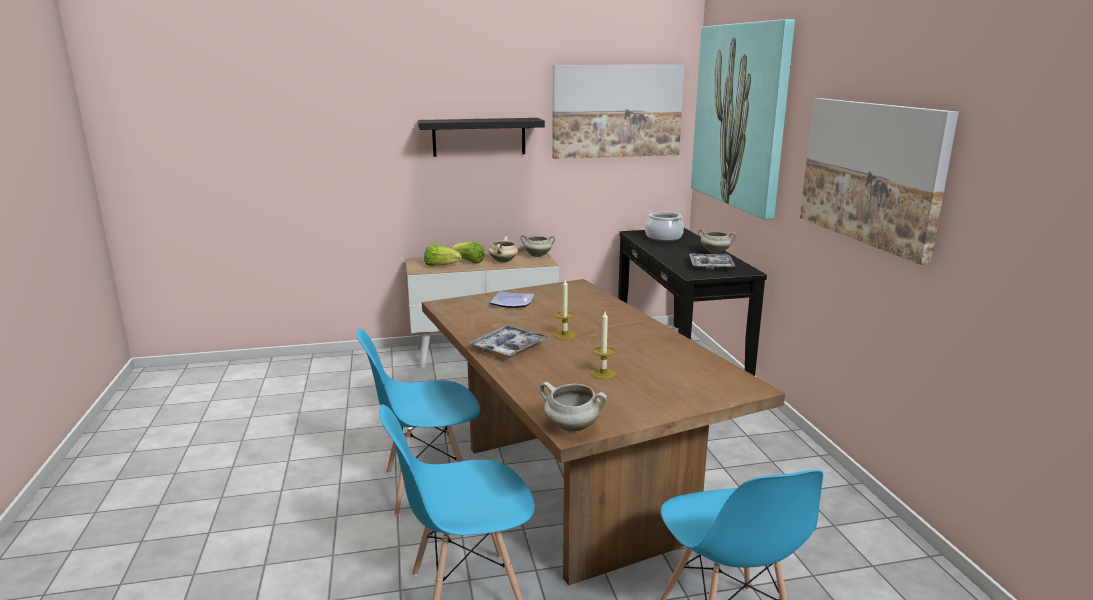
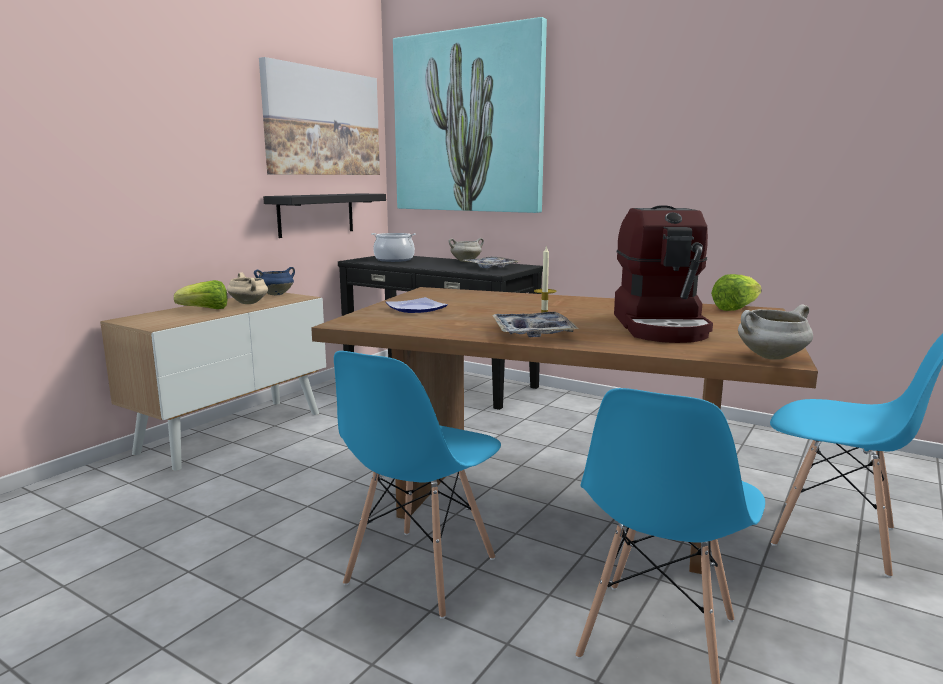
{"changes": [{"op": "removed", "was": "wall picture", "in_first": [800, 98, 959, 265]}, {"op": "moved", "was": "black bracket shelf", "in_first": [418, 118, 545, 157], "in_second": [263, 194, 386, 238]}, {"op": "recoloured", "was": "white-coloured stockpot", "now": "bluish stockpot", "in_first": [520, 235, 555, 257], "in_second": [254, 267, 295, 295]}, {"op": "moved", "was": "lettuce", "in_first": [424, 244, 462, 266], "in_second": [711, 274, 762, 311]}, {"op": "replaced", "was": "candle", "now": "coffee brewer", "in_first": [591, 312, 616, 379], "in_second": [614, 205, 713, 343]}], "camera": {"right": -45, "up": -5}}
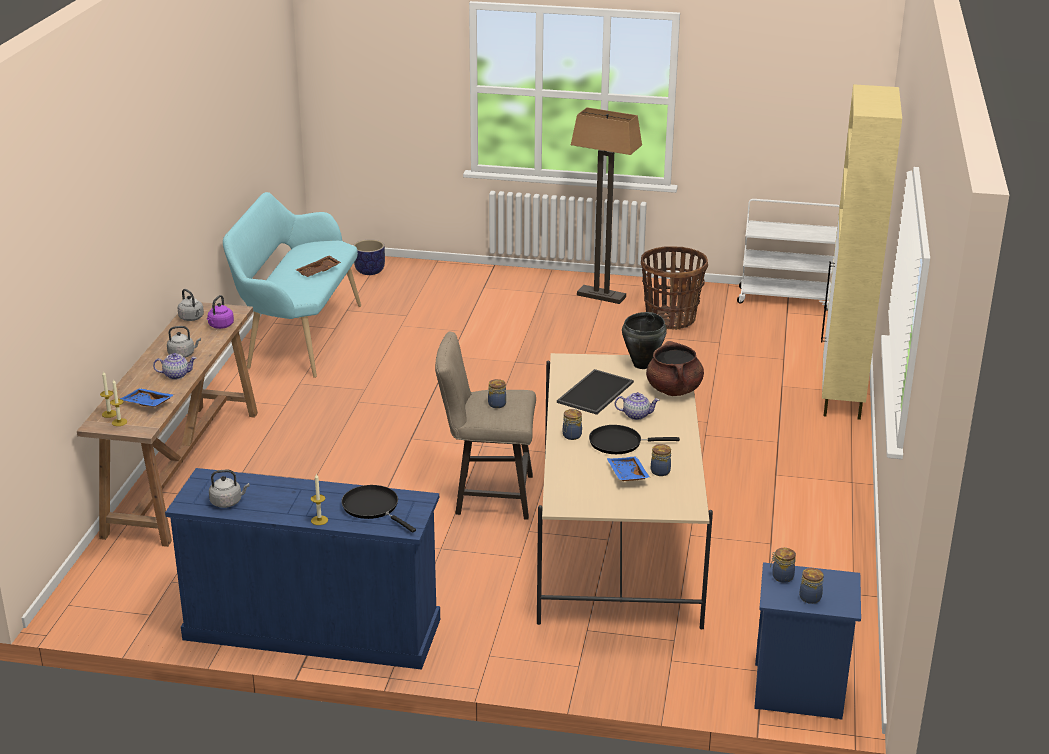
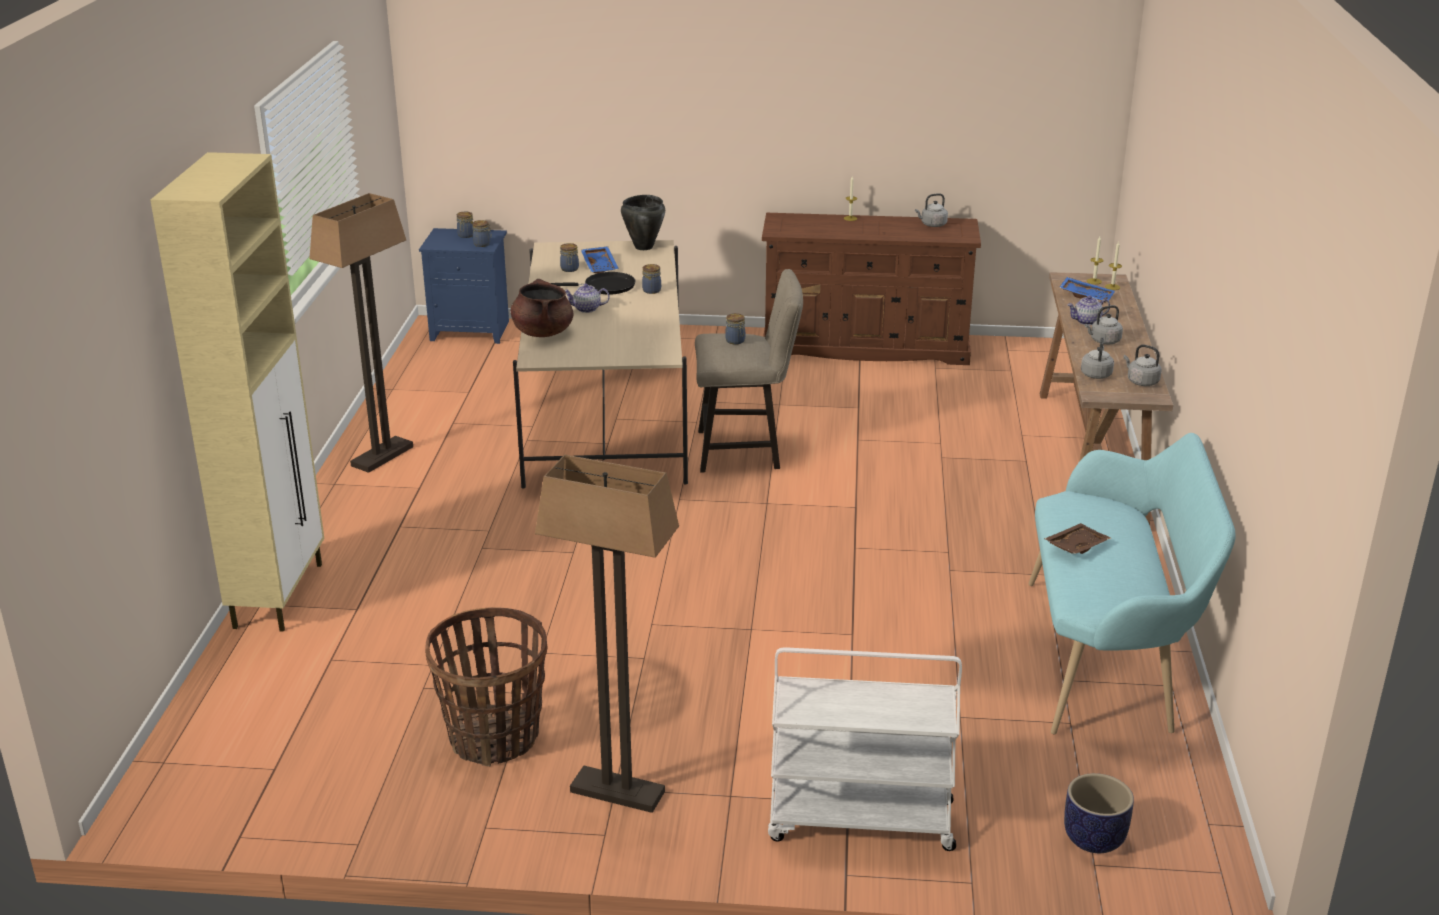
{"changes": [{"op": "moved", "was": "white-coloured wheeled cart", "in_first": [737, 199, 840, 311], "in_second": [768, 647, 962, 851]}, {"op": "recoloured", "was": "purple-coloured kettle", "now": "gray kettle", "in_first": [207, 295, 234, 329], "in_second": [1081, 337, 1114, 379]}, {"op": "moved", "was": "black stockpot", "in_first": [622, 312, 667, 369], "in_second": [621, 195, 665, 250]}, {"op": "removed", "was": "carrying tray", "in_first": [557, 369, 634, 415]}, {"op": "recoloured", "was": "bluish drawer chest", "now": "brown-coloured drawer chest", "in_first": [165, 468, 440, 670], "in_second": [762, 213, 981, 365]}, {"op": "removed", "was": "black frying pan", "in_first": [342, 485, 416, 533]}, {"op": "added", "now": "standing lamp", "in_second": [309, 193, 413, 473]}], "camera": {"right": 175, "up": 0}}
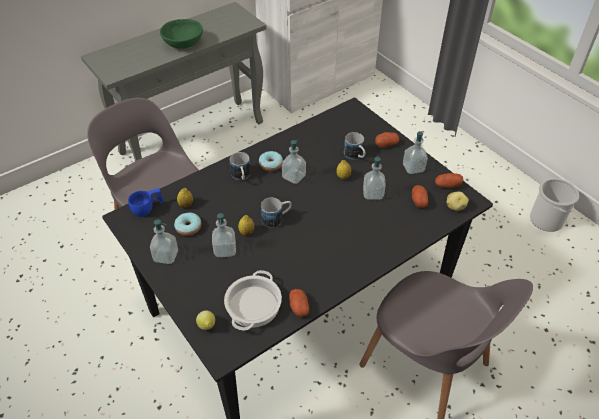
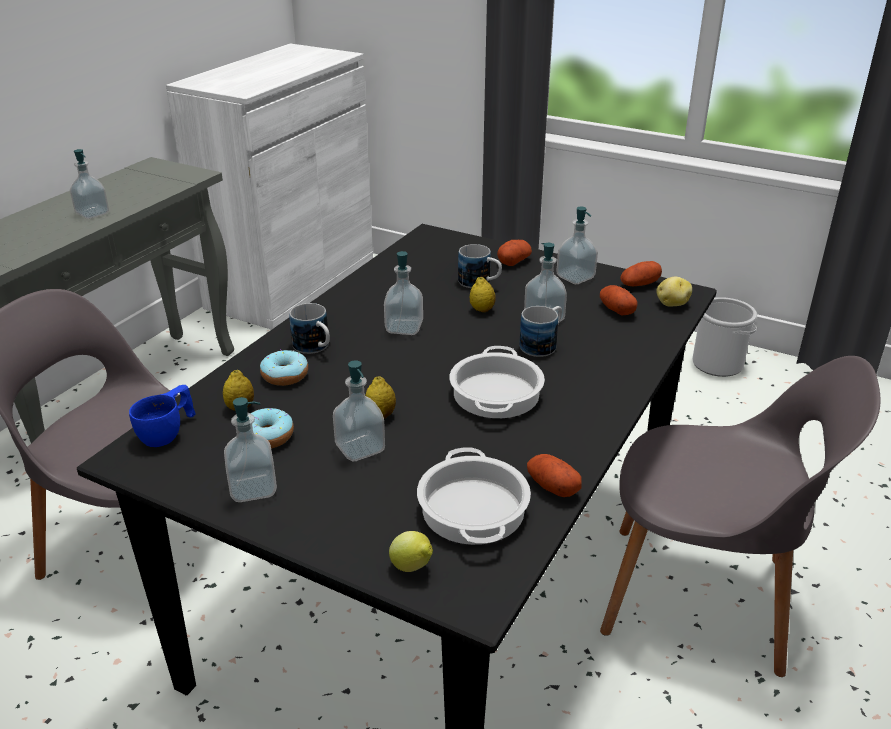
{"changes": [{"op": "replaced", "was": "greenish deep dish", "now": "soap bottle", "in_first": [160, 19, 203, 49], "in_second": [70, 149, 109, 219]}, {"op": "moved", "was": "donut", "in_first": [259, 151, 283, 171], "in_second": [260, 350, 308, 386]}, {"op": "moved", "was": "coffee mug", "in_first": [261, 197, 292, 228], "in_second": [519, 306, 562, 357]}, {"op": "added", "now": "stockpot", "in_second": [450, 346, 545, 418]}], "camera": {"right": -25, "up": -15}}
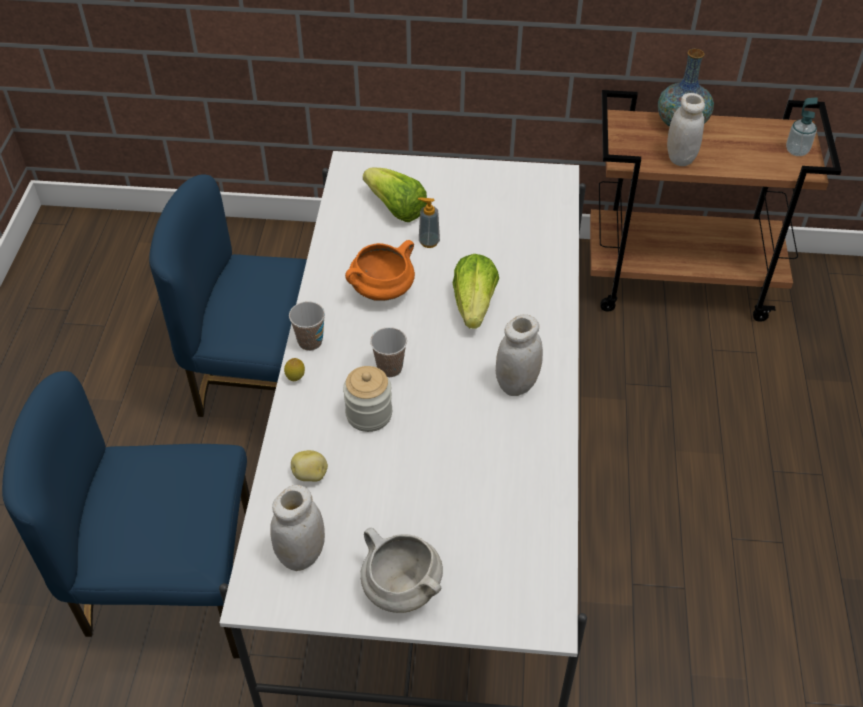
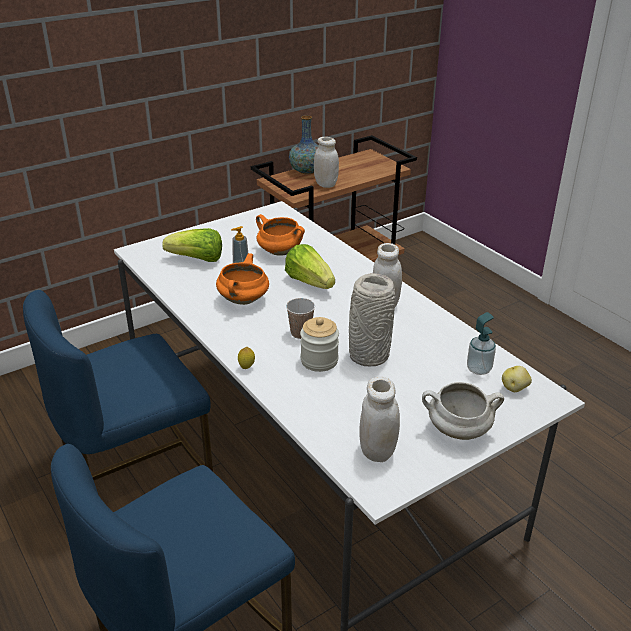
{"changes": [{"op": "moved", "was": "soap bottle", "in_first": [786, 97, 818, 156], "in_second": [467, 312, 496, 375]}, {"op": "removed", "was": "small cup", "in_first": [289, 301, 325, 351]}, {"op": "moved", "was": "whole potato", "in_first": [291, 450, 328, 482], "in_second": [502, 366, 532, 392]}, {"op": "added", "now": "orange stockpot", "in_second": [256, 214, 305, 255]}, {"op": "added", "now": "gray flower vase", "in_second": [349, 273, 395, 366]}], "camera": {"right": -40, "up": -15}}
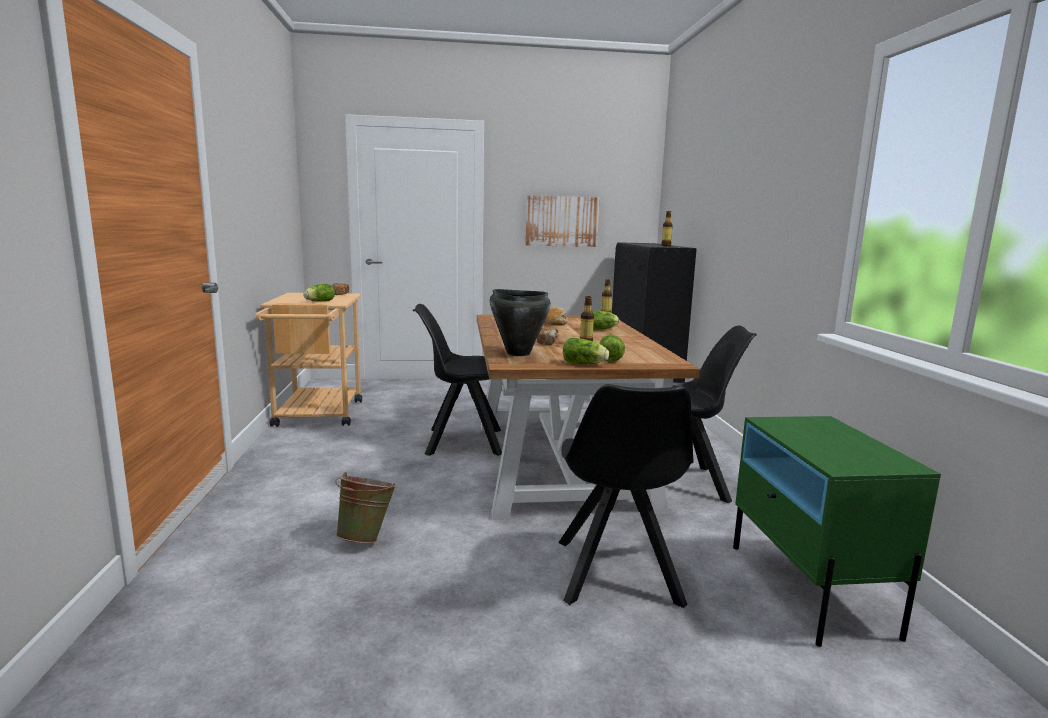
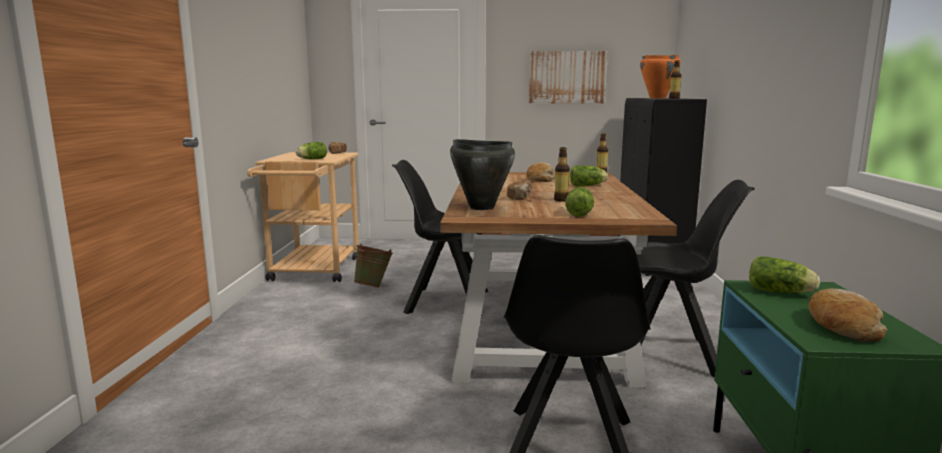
{"changes": [{"op": "moved", "was": "lettuce", "in_first": [563, 338, 609, 364], "in_second": [749, 256, 820, 293]}, {"op": "moved", "was": "greenish bucket", "in_first": [335, 472, 397, 543], "in_second": [354, 244, 393, 288]}, {"op": "added", "now": "orange stockpot", "in_second": [640, 55, 681, 98]}, {"op": "added", "now": "bread", "in_second": [808, 288, 887, 342]}], "camera": {"right": 10, "up": 0}}
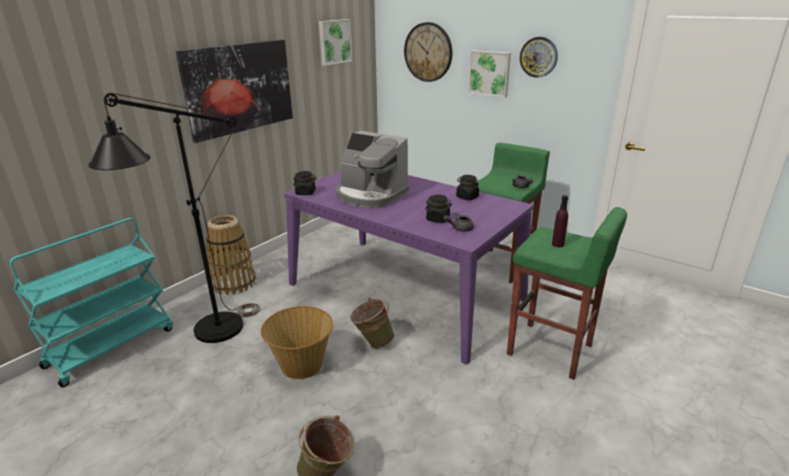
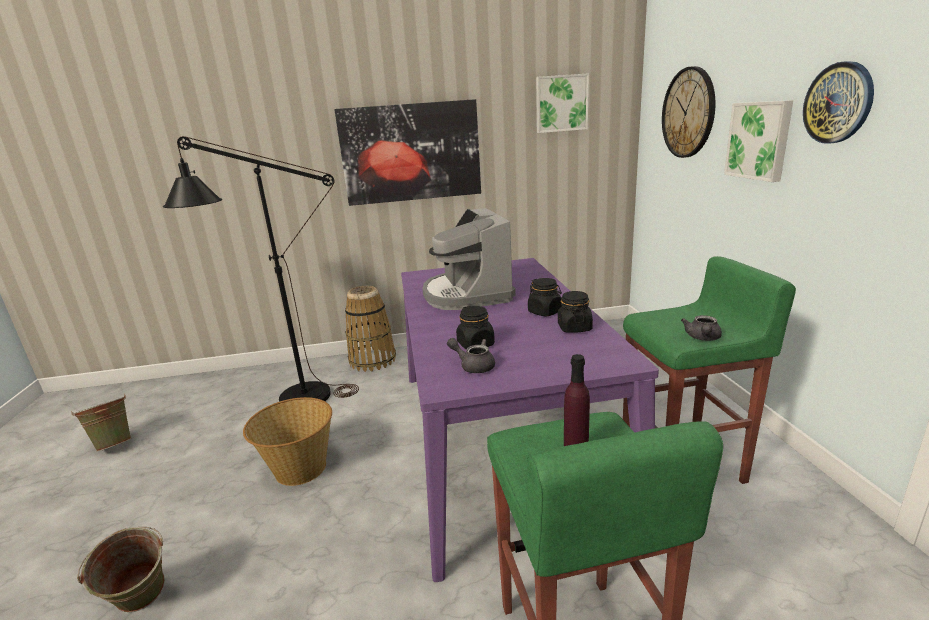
{"changes": [{"op": "moved", "was": "black preserve jar", "in_first": [293, 171, 317, 195], "in_second": [528, 278, 562, 316]}, {"op": "removed", "was": "blue-green wheeled cart", "in_first": [10, 218, 173, 387]}, {"op": "moved", "was": "greenish bucket", "in_first": [350, 298, 395, 349], "in_second": [71, 394, 131, 452]}], "camera": {"right": 45, "up": -5}}
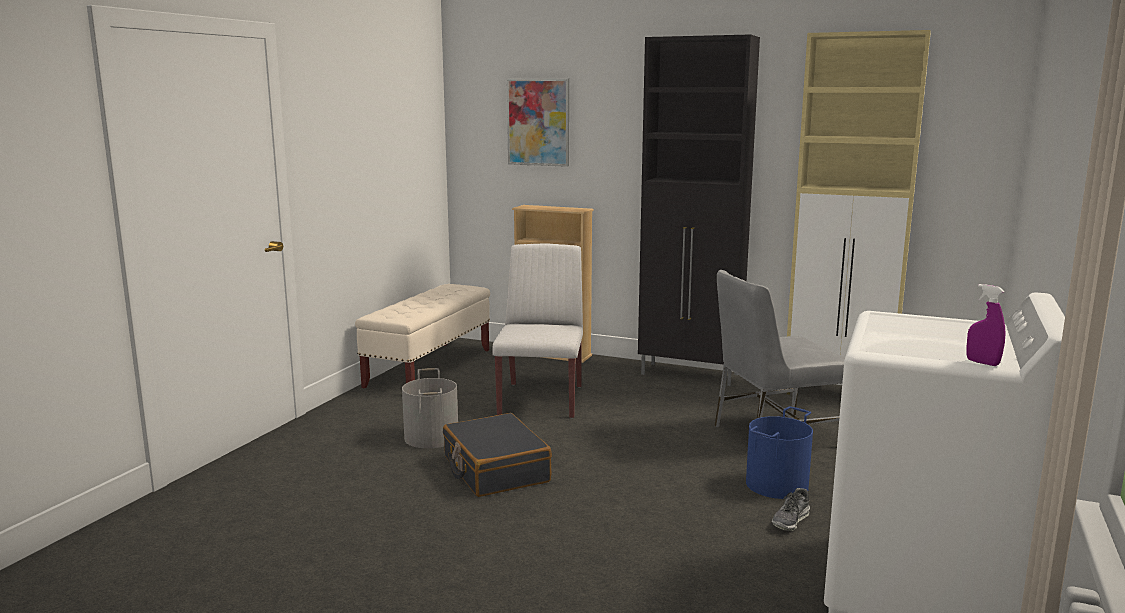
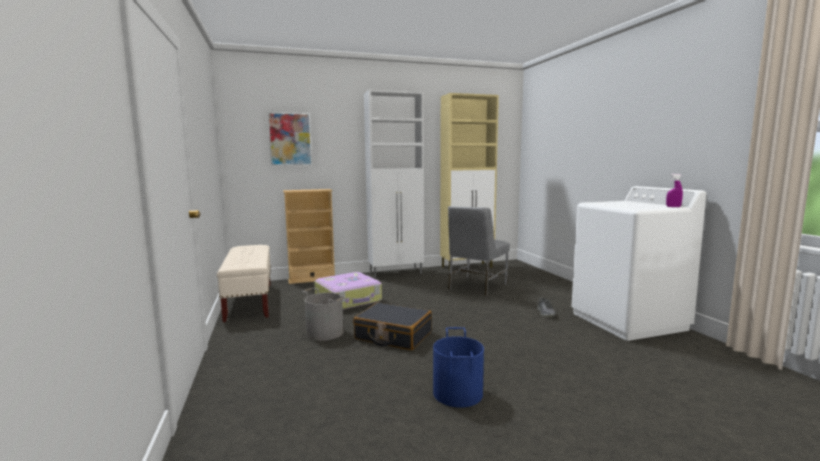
{"changes": [{"op": "recoloured", "was": "black cabinet", "now": "white-coloured cabinet", "in_first": [638, 34, 760, 386], "in_second": [364, 90, 424, 278]}, {"op": "replaced", "was": "white-coloured upright chair", "now": "piece of luggage", "in_first": [492, 243, 583, 419], "in_second": [314, 272, 382, 310]}, {"op": "moved", "was": "bluish bucket", "in_first": [746, 406, 813, 499], "in_second": [433, 327, 484, 408]}], "camera": {"right": -40, "up": -5}}
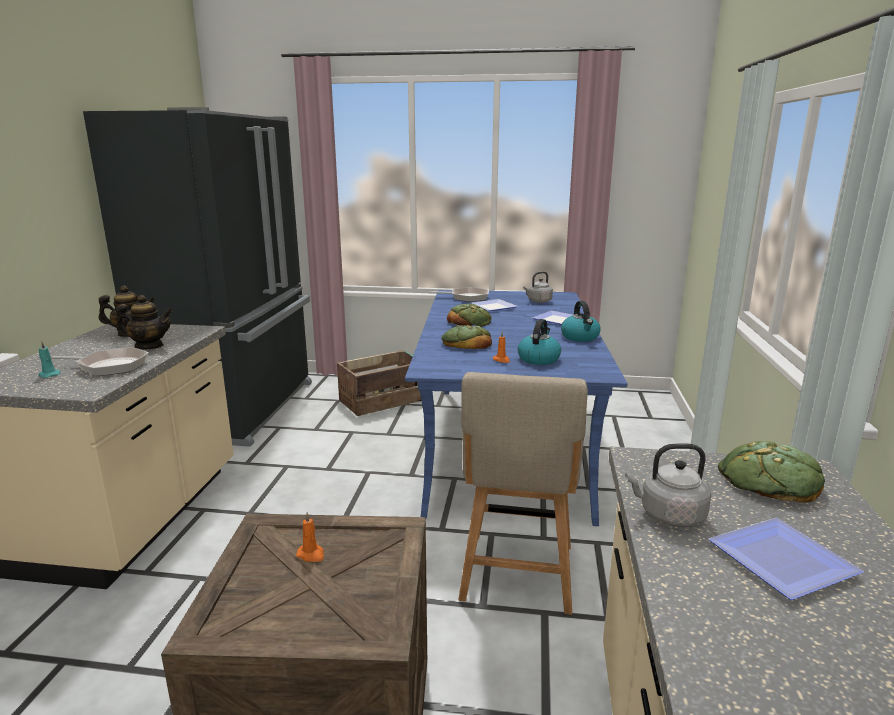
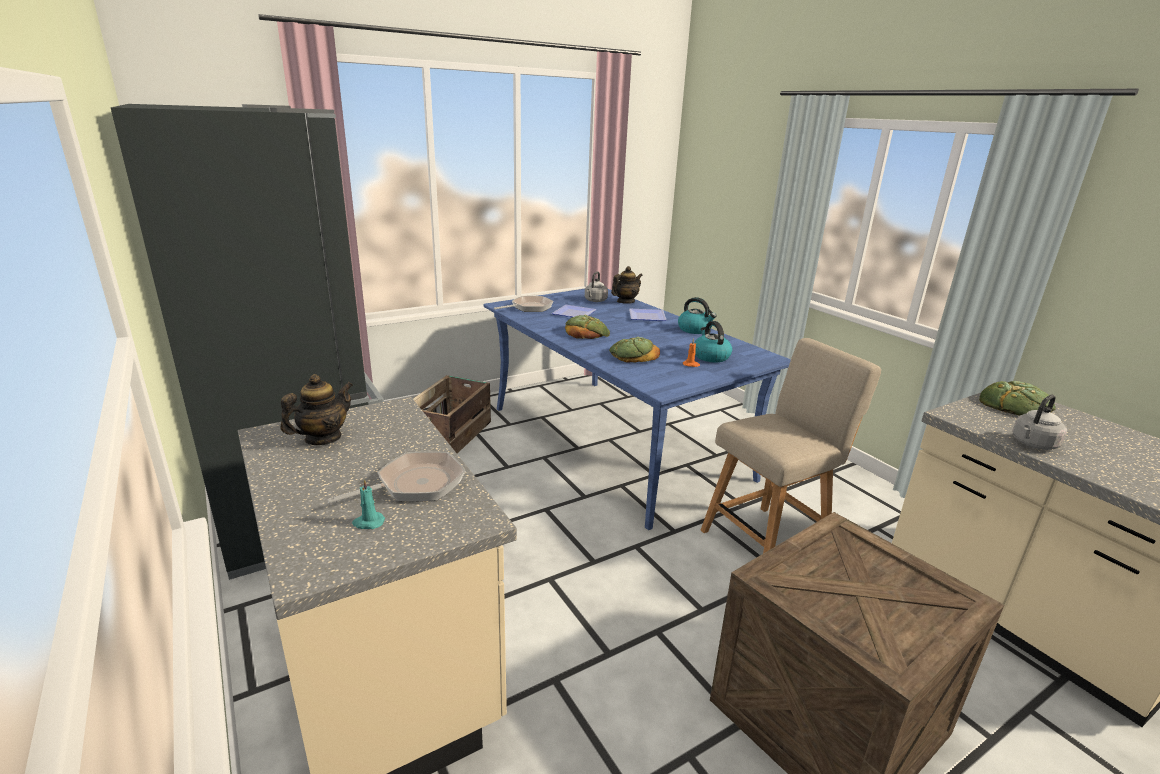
{"changes": [{"op": "moved", "was": "teapot", "in_first": [116, 295, 173, 350], "in_second": [611, 266, 643, 303]}, {"op": "turned", "was": "sand-coloured upright chair", "in_first": [458, 372, 588, 615], "in_second": [701, 338, 881, 554], "clockwise": -90}, {"op": "removed", "was": "orange candle", "in_first": [296, 513, 324, 562]}, {"op": "removed", "was": "plate", "in_first": [709, 518, 864, 600]}], "camera": {"right": -40, "up": 5}}
